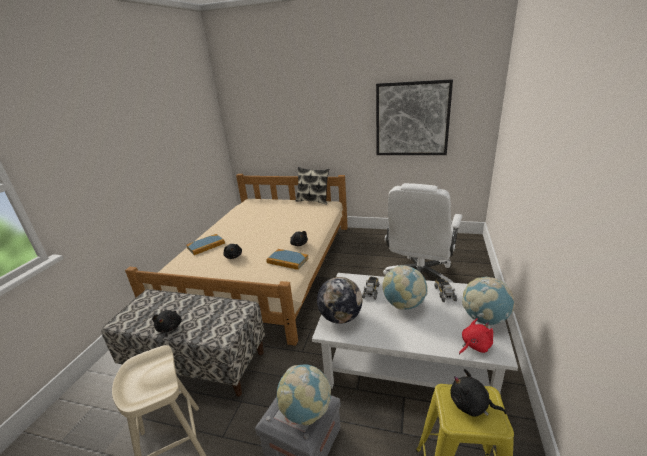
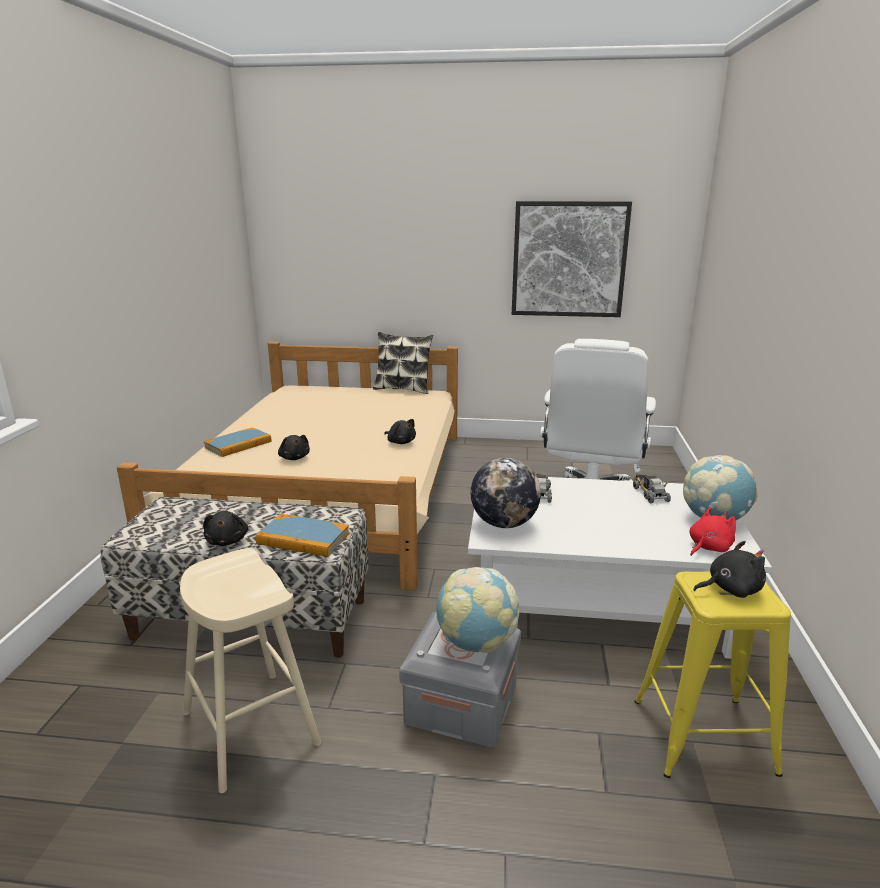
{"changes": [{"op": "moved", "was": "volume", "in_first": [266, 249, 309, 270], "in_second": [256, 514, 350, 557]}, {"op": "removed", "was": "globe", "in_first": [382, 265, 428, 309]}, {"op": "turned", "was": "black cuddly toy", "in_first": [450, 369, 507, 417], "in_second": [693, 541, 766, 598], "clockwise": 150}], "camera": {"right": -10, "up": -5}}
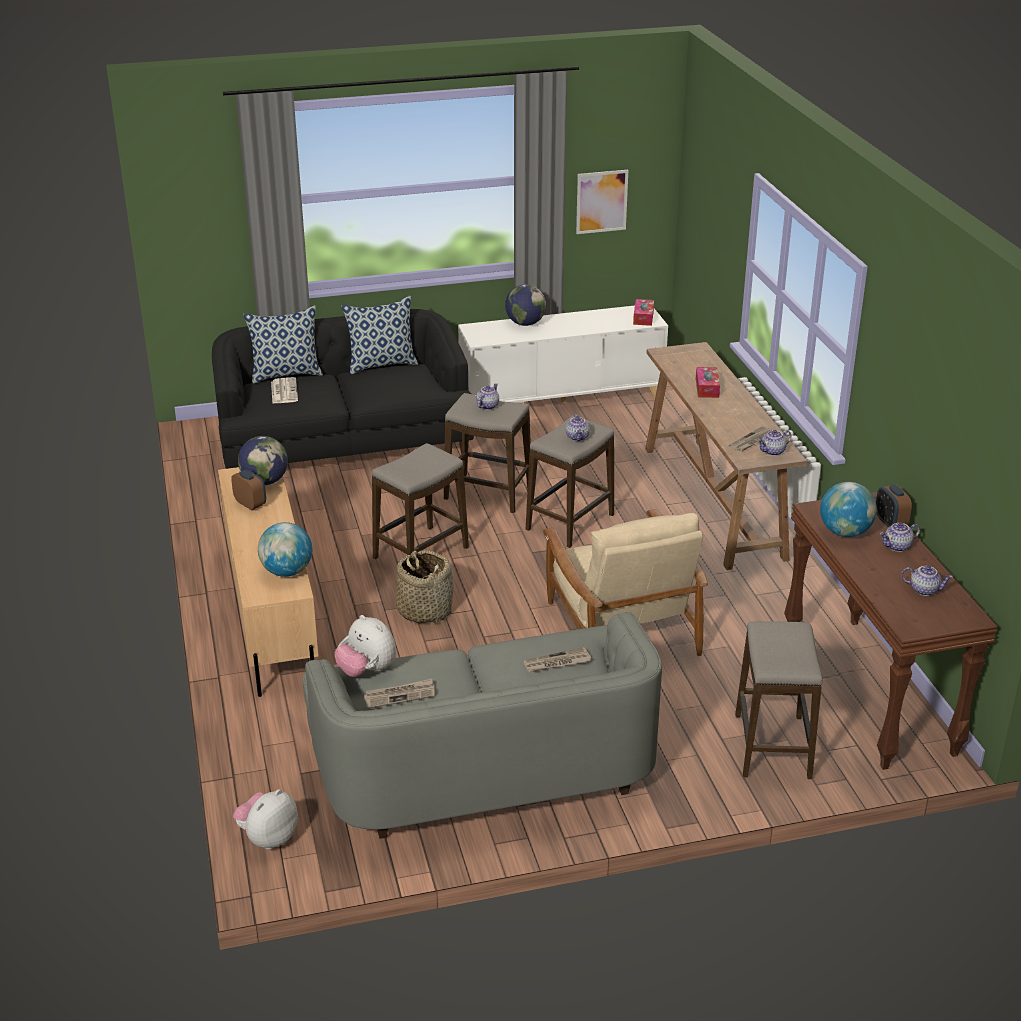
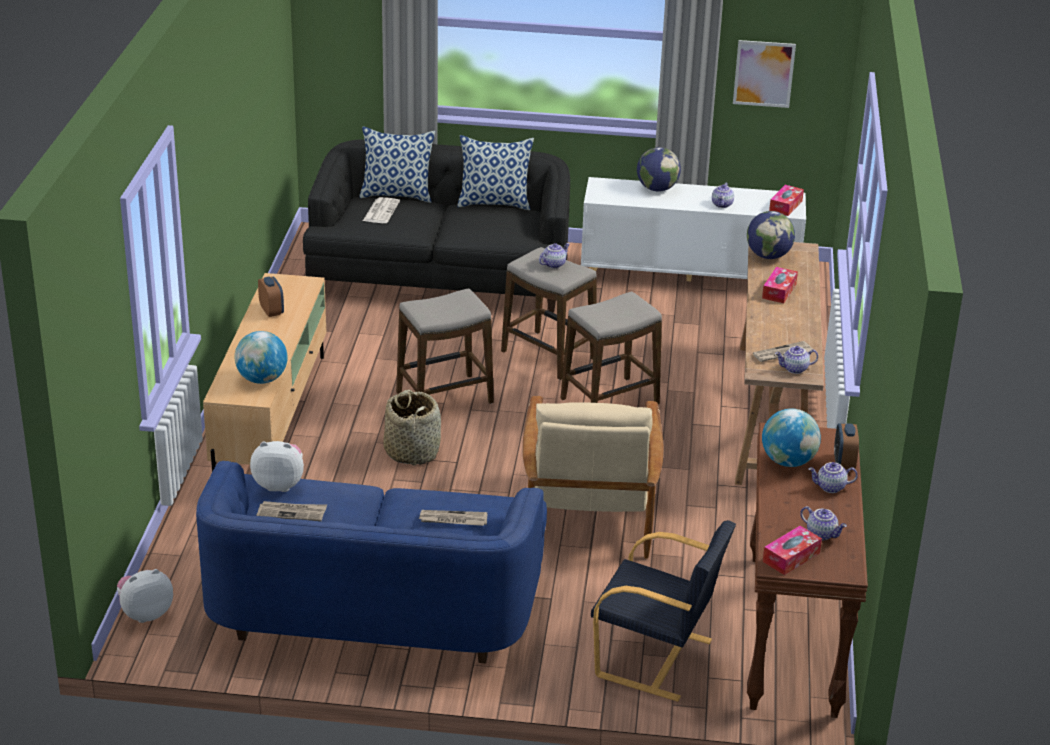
{"changes": [{"op": "moved", "was": "teapot", "in_first": [566, 413, 590, 441], "in_second": [712, 182, 734, 208]}, {"op": "moved", "was": "globe", "in_first": [238, 436, 288, 485], "in_second": [747, 211, 795, 259]}, {"op": "recoloured", "was": "gray sofa", "now": "bluish sofa", "in_first": [303, 612, 662, 839], "in_second": [196, 461, 547, 664]}, {"op": "turned", "was": "cuddly toy", "in_first": [335, 615, 396, 677], "in_second": [250, 441, 304, 492], "clockwise": 120}, {"op": "replaced", "was": "stool", "now": "black armchair", "in_first": [735, 621, 823, 779], "in_second": [591, 520, 736, 702]}, {"op": "added", "now": "box of tissues", "in_second": [763, 526, 822, 575]}], "camera": {"right": 20, "up": 0}}
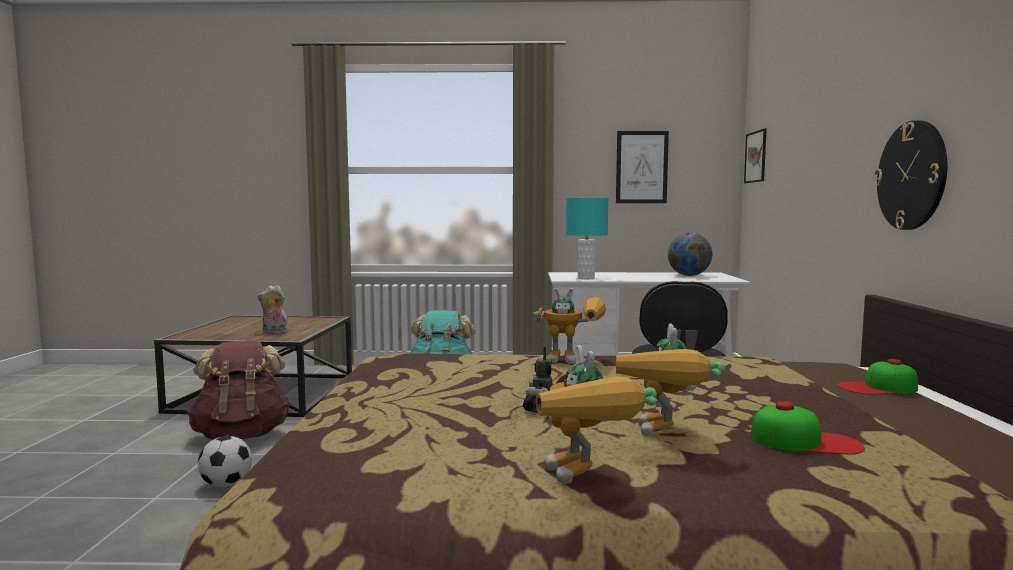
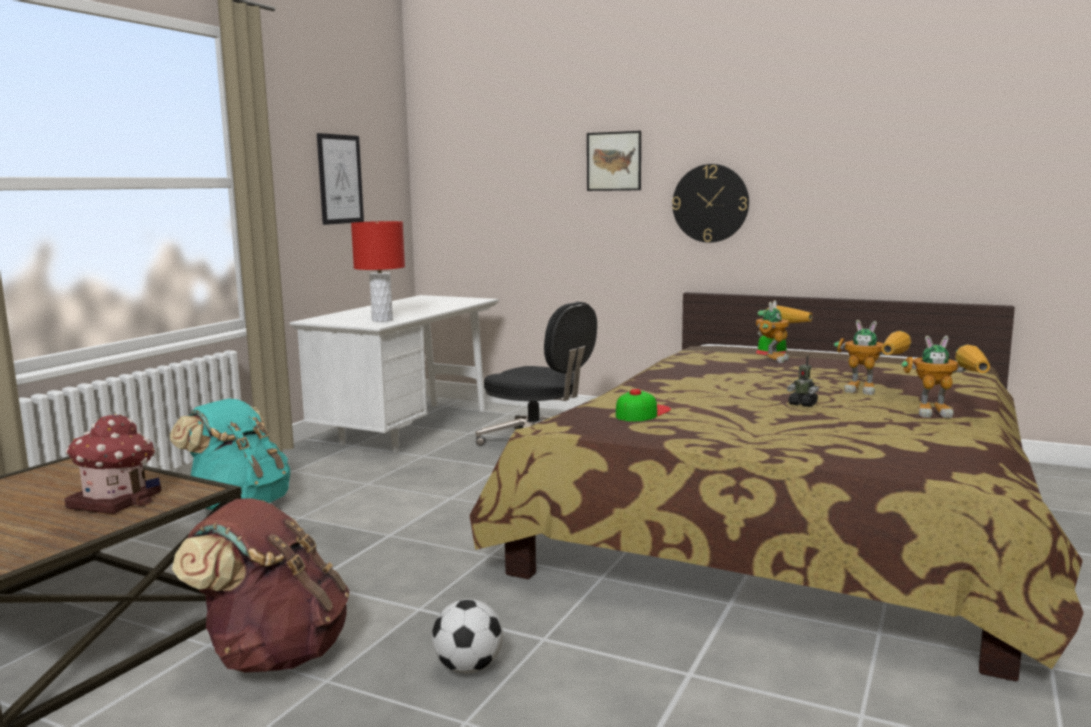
{"changes": [{"op": "moved", "was": "wall picture", "in_first": [744, 129, 767, 183], "in_second": [587, 131, 641, 191]}, {"op": "recoloured", "was": "blue-green lamp for a table", "now": "reddish lamp for a table", "in_first": [566, 198, 608, 279], "in_second": [351, 221, 405, 322]}, {"op": "removed", "was": "globe", "in_first": [668, 233, 712, 276]}, {"op": "replaced", "was": "cuddly toy", "now": "toy house", "in_first": [257, 285, 288, 334], "in_second": [65, 414, 161, 514]}, {"op": "moved", "was": "model robot", "in_first": [533, 288, 606, 364], "in_second": [756, 300, 813, 363]}, {"op": "moved", "was": "baseball cap", "in_first": [751, 401, 865, 454], "in_second": [616, 389, 671, 422]}], "camera": {"right": -65, "up": 5}}
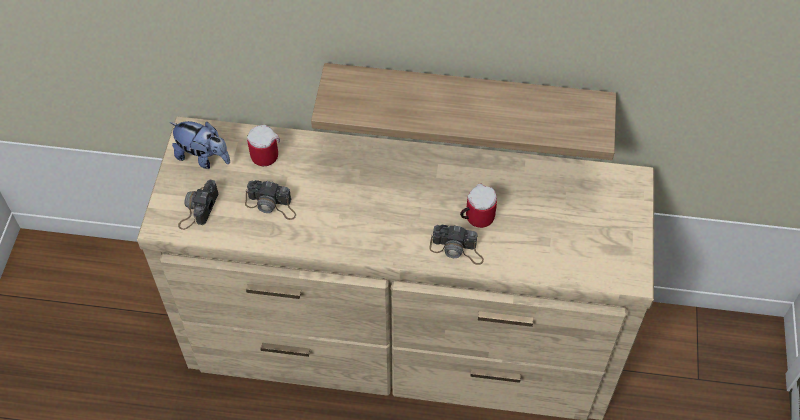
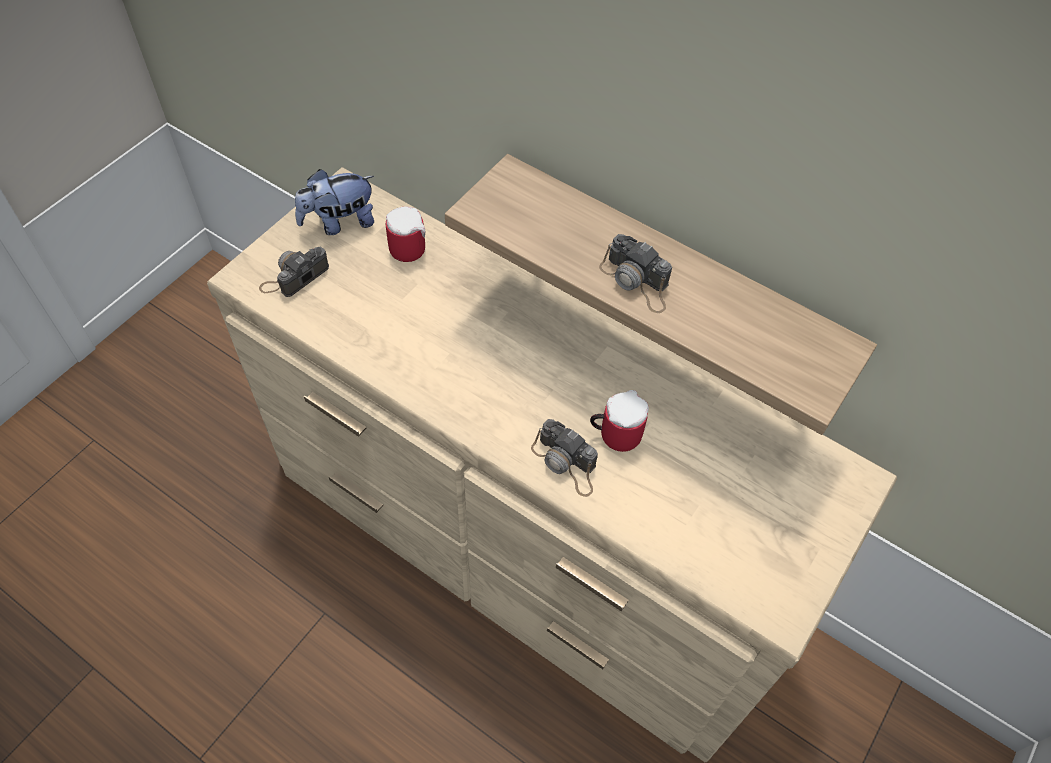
{"changes": [{"op": "turned", "was": "cuddly toy", "in_first": [170, 121, 230, 169], "in_second": [295, 169, 374, 235], "clockwise": 105}, {"op": "moved", "was": "photo camera", "in_first": [245, 180, 296, 220], "in_second": [599, 234, 672, 313]}], "camera": {"right": 25, "up": 0}}
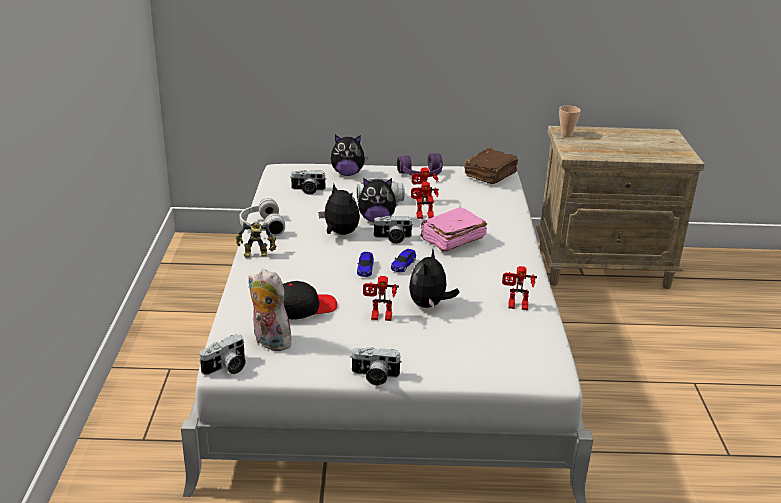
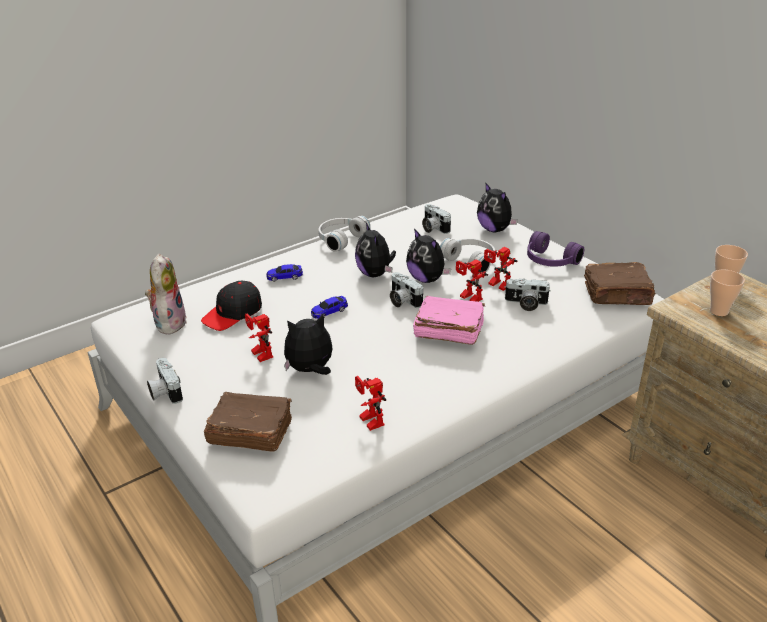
{"changes": [{"op": "turned", "was": "cuddly toy", "in_first": [319, 184, 360, 235], "in_second": [355, 223, 396, 277], "clockwise": 150}, {"op": "removed", "was": "model robot", "in_first": [236, 222, 276, 258]}, {"op": "moved", "was": "miniature car", "in_first": [391, 249, 416, 272], "in_second": [266, 264, 303, 282]}, {"op": "turned", "was": "black baseball cap", "in_first": [283, 281, 337, 320], "in_second": [201, 281, 262, 331], "clockwise": 105}, {"op": "moved", "was": "photo camera", "in_first": [199, 334, 246, 375], "in_second": [504, 278, 551, 311]}, {"op": "added", "now": "small cup", "in_second": [710, 270, 745, 316]}, {"op": "added", "now": "brown-coloured volume", "in_second": [204, 392, 292, 452]}], "camera": {"right": 55, "up": 5}}
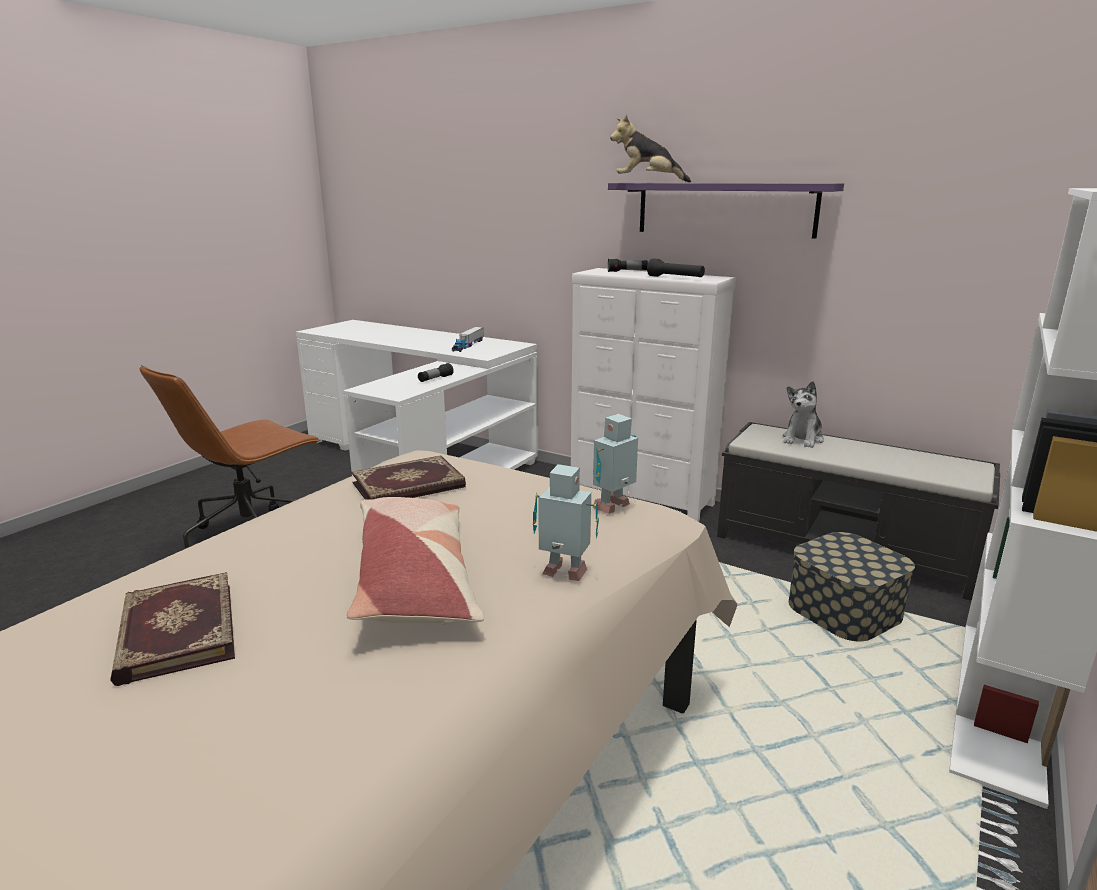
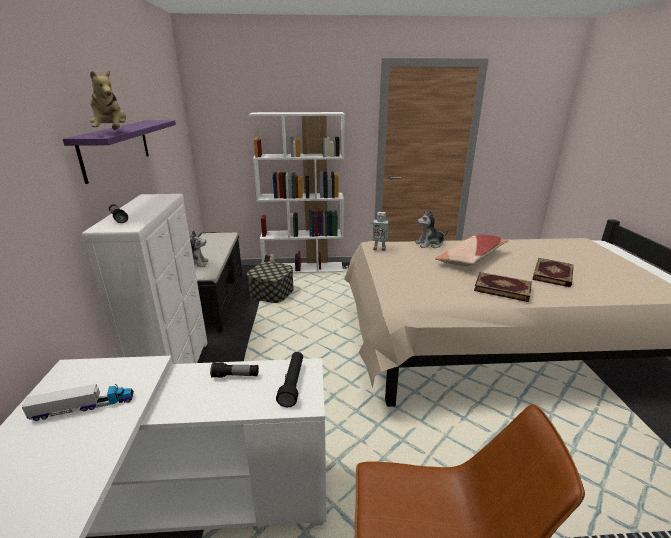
{"changes": [{"op": "moved", "was": "black torch", "in_first": [647, 258, 705, 277], "in_second": [276, 352, 303, 407]}, {"op": "moved", "was": "volume", "in_first": [352, 455, 466, 500], "in_second": [474, 272, 532, 302]}, {"op": "replaced", "was": "model robot", "now": "cuddly toy", "in_first": [533, 464, 599, 581], "in_second": [415, 210, 449, 248]}], "camera": {"right": -125, "up": 5}}
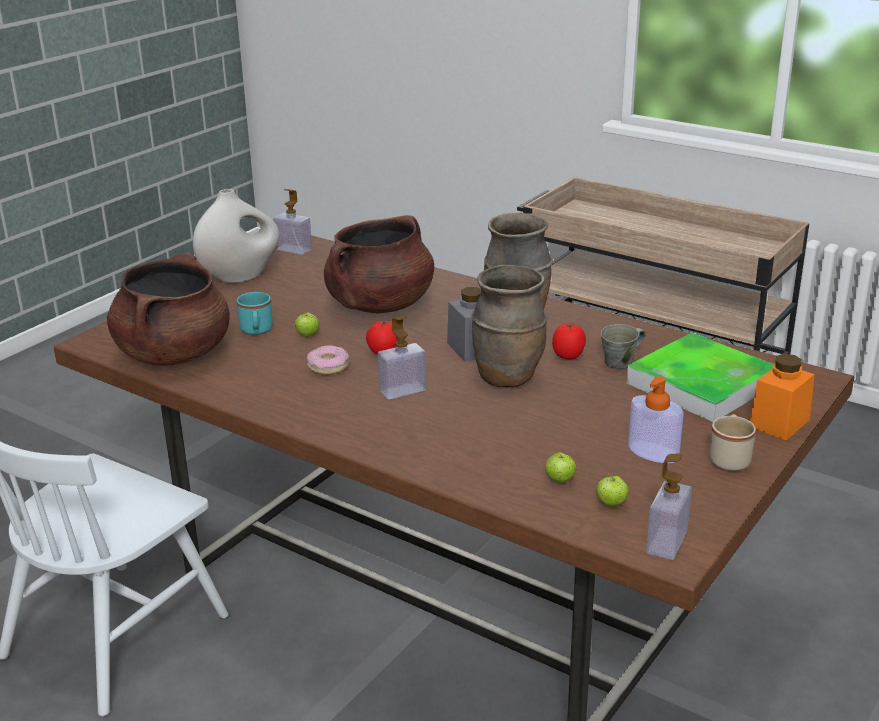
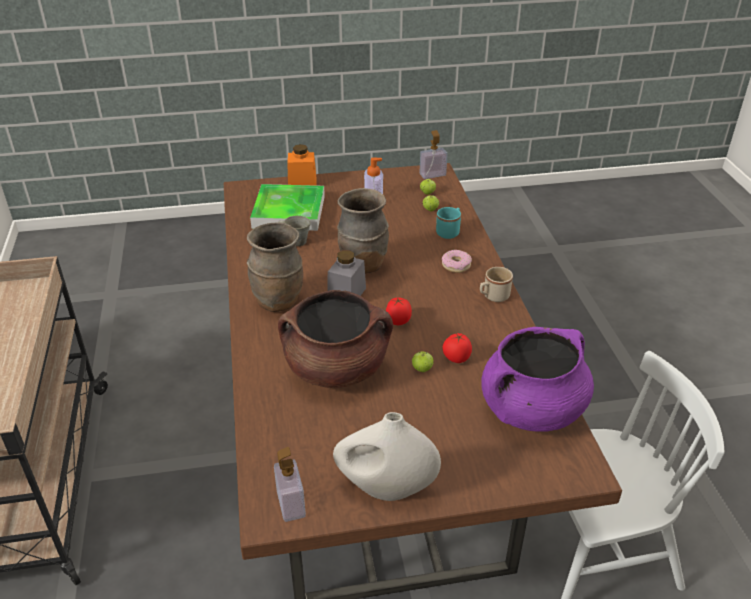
{"changes": [{"op": "recoloured", "was": "brown-coloured stockpot", "now": "purple-coloured stockpot", "in_first": [107, 253, 230, 366], "in_second": [481, 327, 594, 432]}, {"op": "moved", "was": "blue-green coffee mug", "in_first": [236, 292, 273, 335], "in_second": [436, 207, 461, 239]}, {"op": "removed", "was": "soap bottle", "in_first": [378, 316, 426, 400]}, {"op": "moved", "was": "whole tomato", "in_first": [552, 323, 586, 359], "in_second": [442, 333, 472, 363]}, {"op": "moved", "was": "donut", "in_first": [307, 345, 349, 375], "in_second": [442, 250, 472, 273]}, {"op": "moved", "was": "sand-coloured coffee mug", "in_first": [709, 414, 756, 471], "in_second": [480, 267, 513, 302]}], "camera": {"right": -135, "up": 10}}
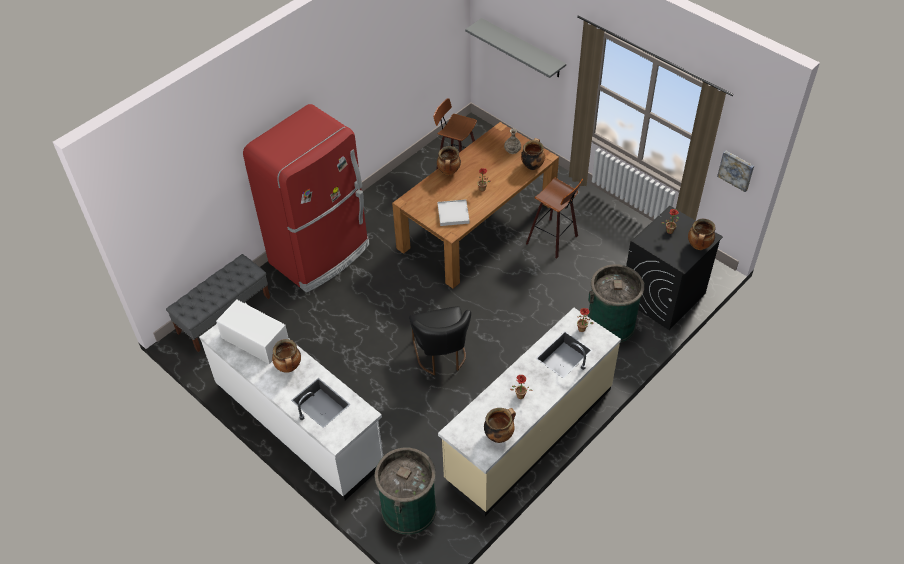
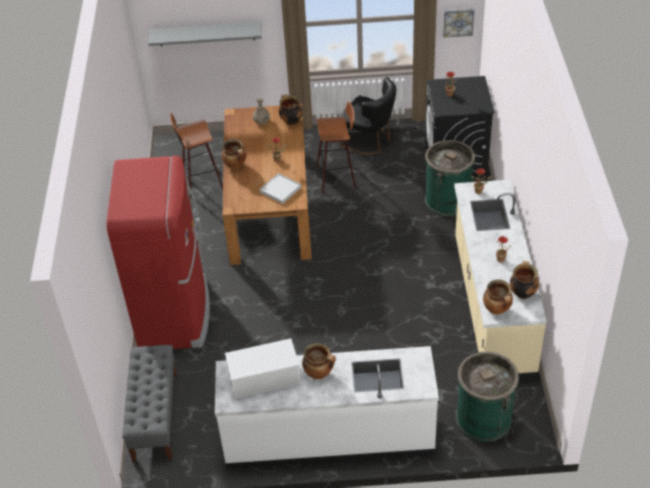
{"changes": [{"op": "moved", "was": "stockpot", "in_first": [688, 219, 716, 250], "in_second": [483, 279, 513, 315]}, {"op": "moved", "was": "black upright chair", "in_first": [409, 306, 471, 375], "in_second": [339, 77, 396, 155]}], "camera": {"right": -45, "up": -5}}
